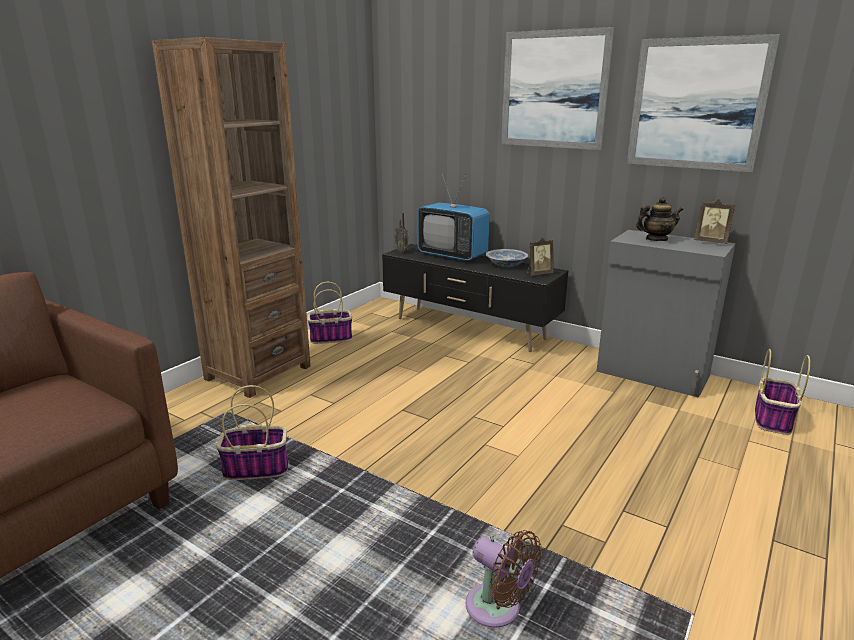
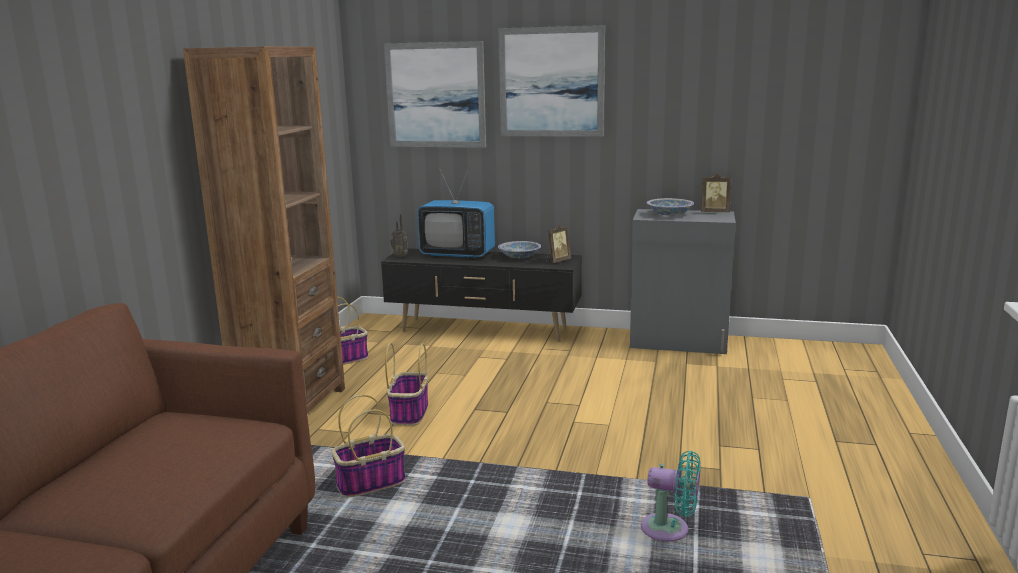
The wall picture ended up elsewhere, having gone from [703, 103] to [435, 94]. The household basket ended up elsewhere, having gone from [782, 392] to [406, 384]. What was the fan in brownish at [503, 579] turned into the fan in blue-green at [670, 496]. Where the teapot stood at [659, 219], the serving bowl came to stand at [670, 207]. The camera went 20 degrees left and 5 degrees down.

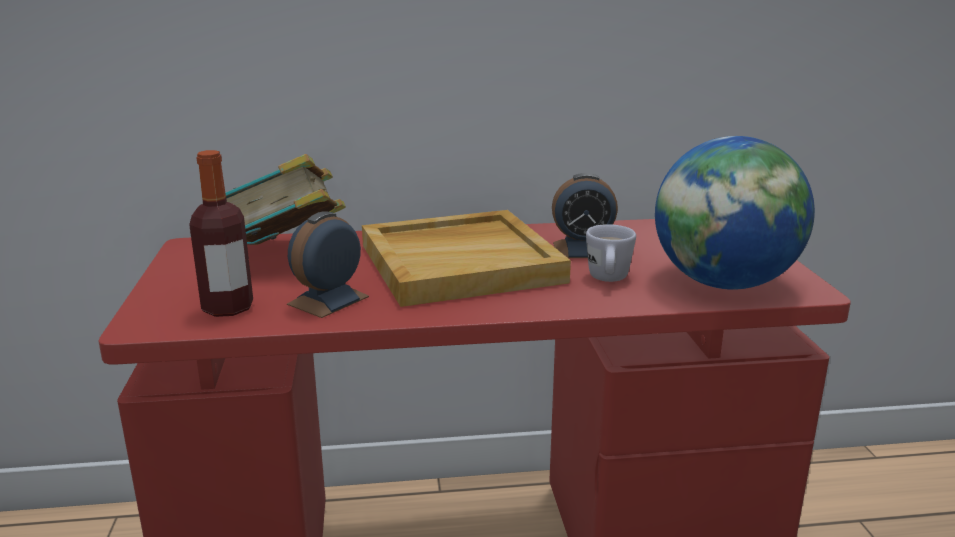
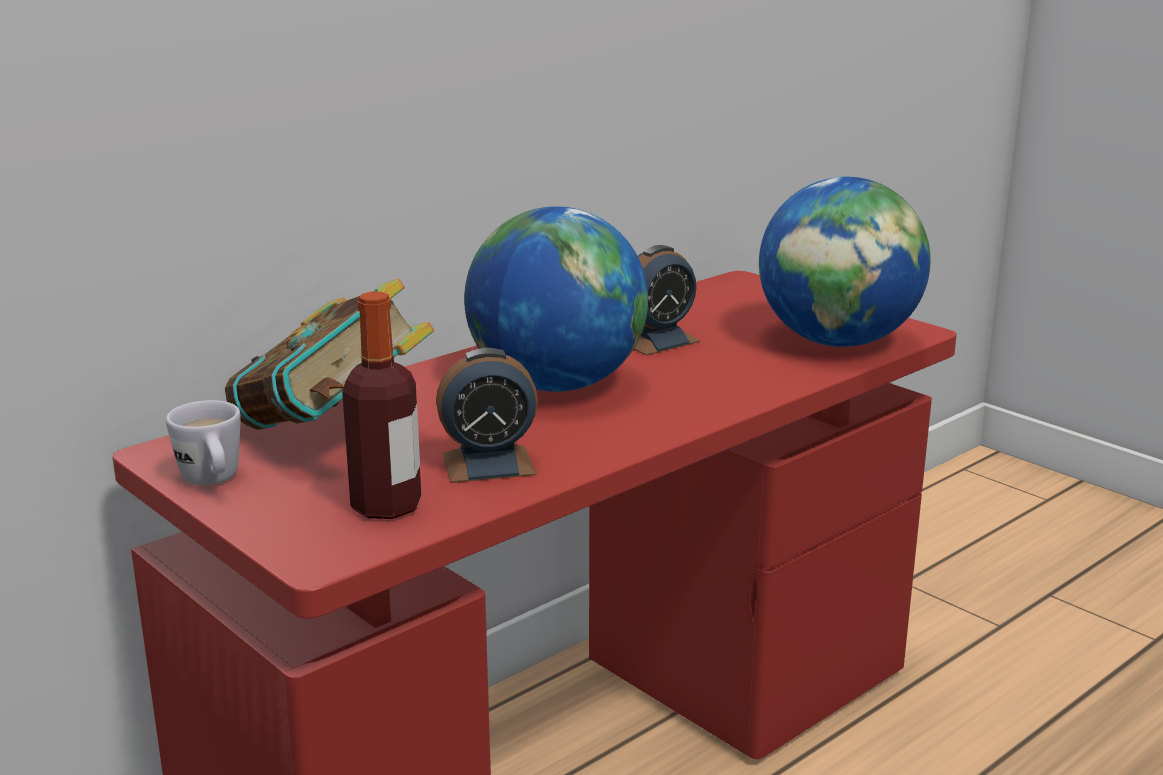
The tea mug in white-coloured ended up elsewhere, having gone from [611, 253] to [203, 442]. The alarm clock at [328, 264] ended up facing another way, 105 degrees counterclockwise from before. Where the tray in beige-coloured stood at [466, 258], the globe came to stand at [556, 299]. The camera went 35 degrees left and 0 degrees up.

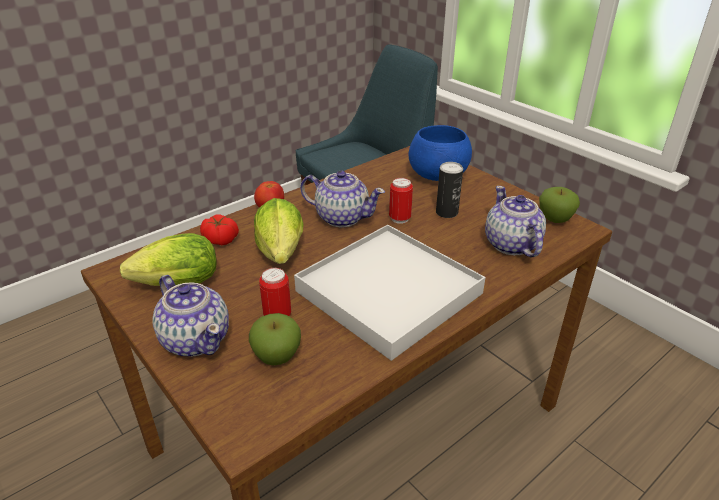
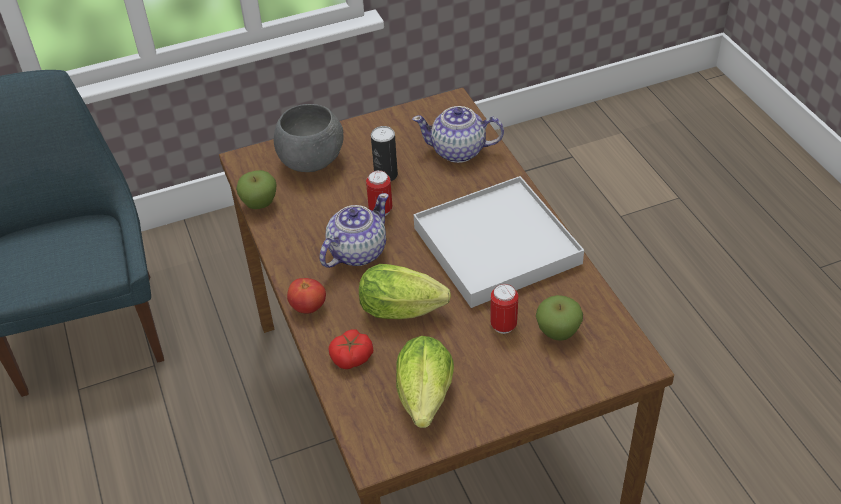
The apple fruit ended up elsewhere, having gone from [559, 205] to [256, 189]. What was the serving bowl in blue at [440, 153] turned into the serving bowl in gray at [309, 138]. The second view lost the teapot at [190, 316]. The camera went 70 degrees left and 10 degrees up.

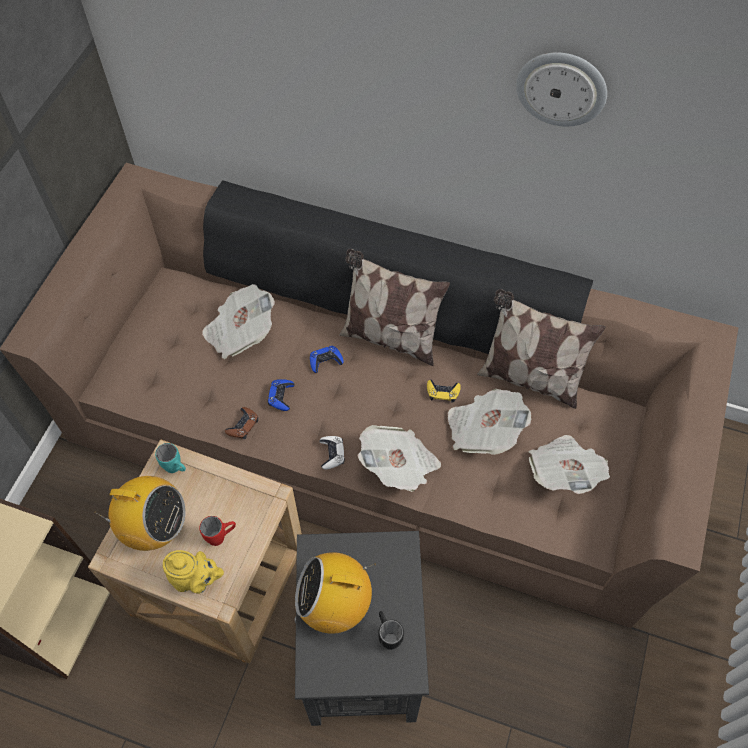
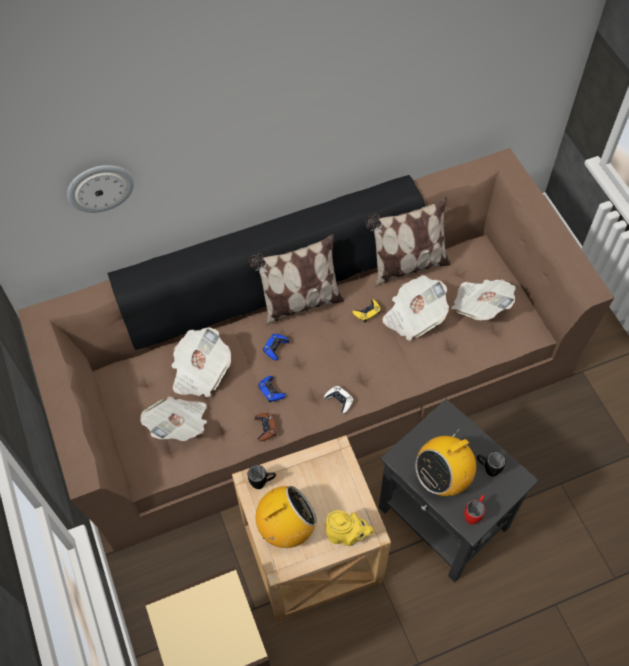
The wall clock ended up elsewhere, having gone from [561, 89] to [100, 189]. The daily paper ended up elsewhere, having gone from [399, 458] to [173, 419]. What was the tea mug in blue-green at [170, 458] turned into the tea mug in black-coloured at [262, 477]. The teapot in yellow at [193, 572] ended up facing another way, 45 degrees clockwise from before. The tea mug in red-coloured ended up elsewhere, having gone from [217, 531] to [474, 509]. The camera went 40 degrees left and 0 degrees up.

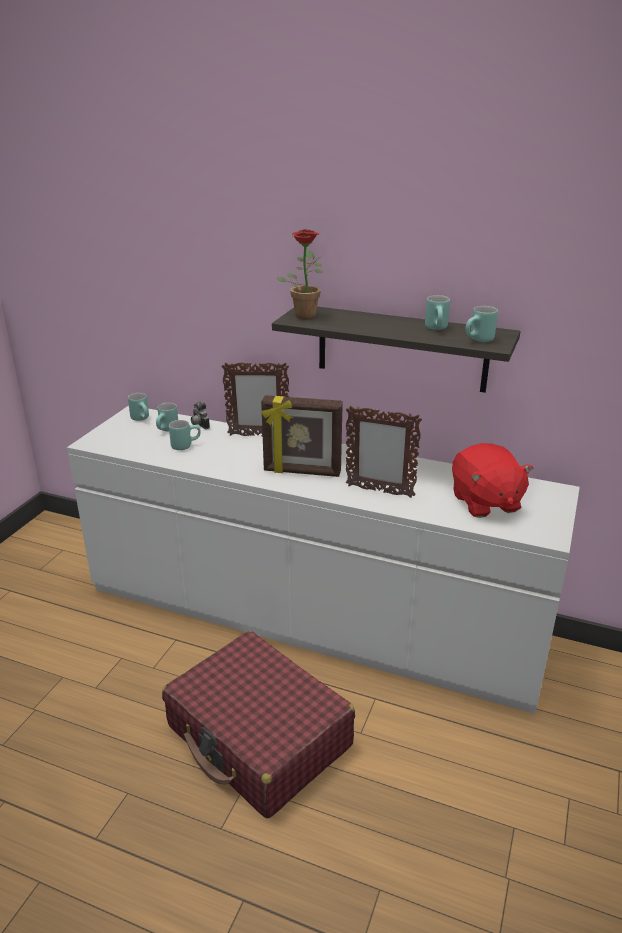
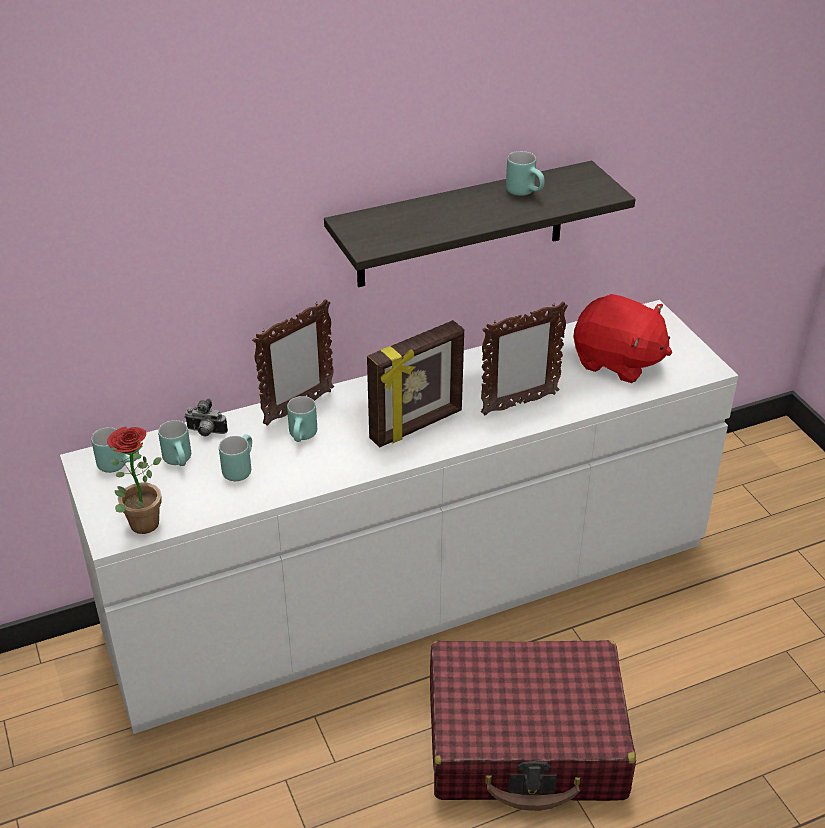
The houseplant ended up elsewhere, having gone from [300, 274] to [134, 480]. The tea mug in blue-green ended up elsewhere, having gone from [481, 324] to [302, 419]. The camera went 45 degrees left and 10 degrees up.

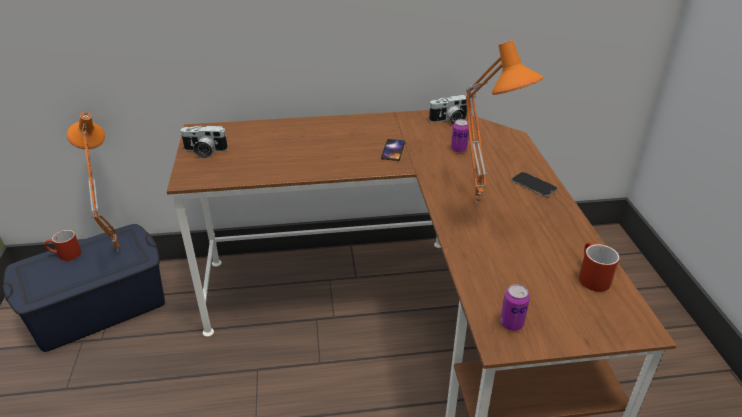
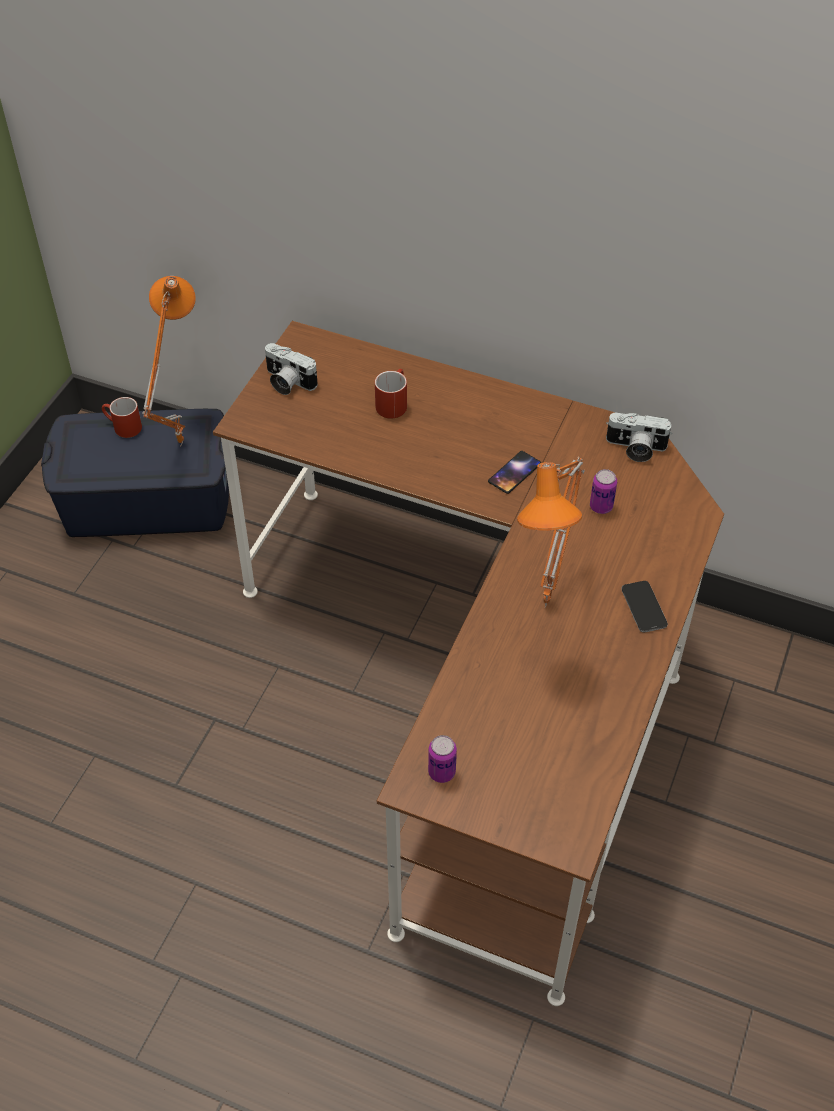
The tea mug in red-coloured ended up elsewhere, having gone from [599, 267] to [391, 394]. The camera went 30 degrees right and 15 degrees up.

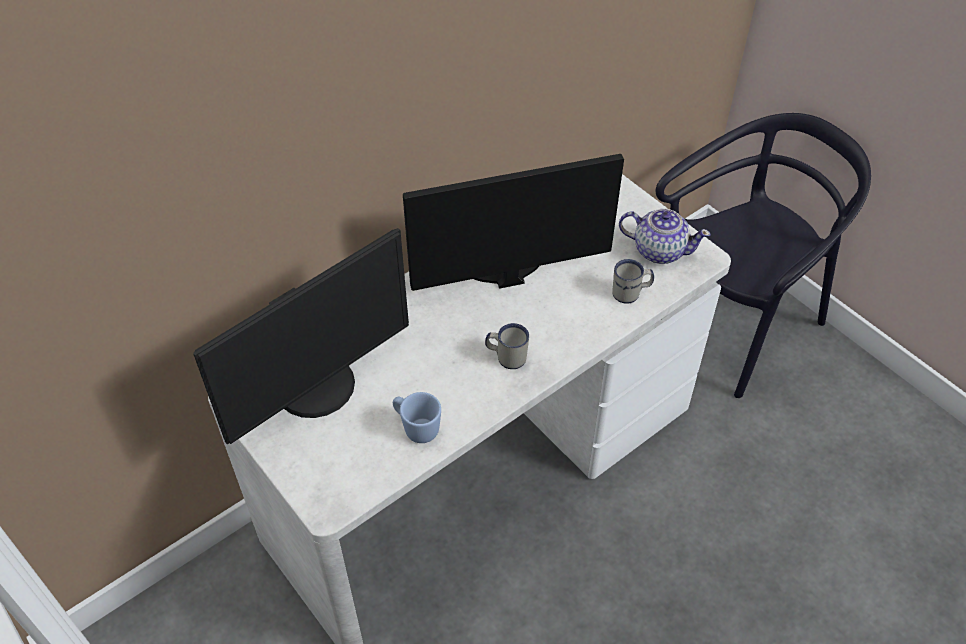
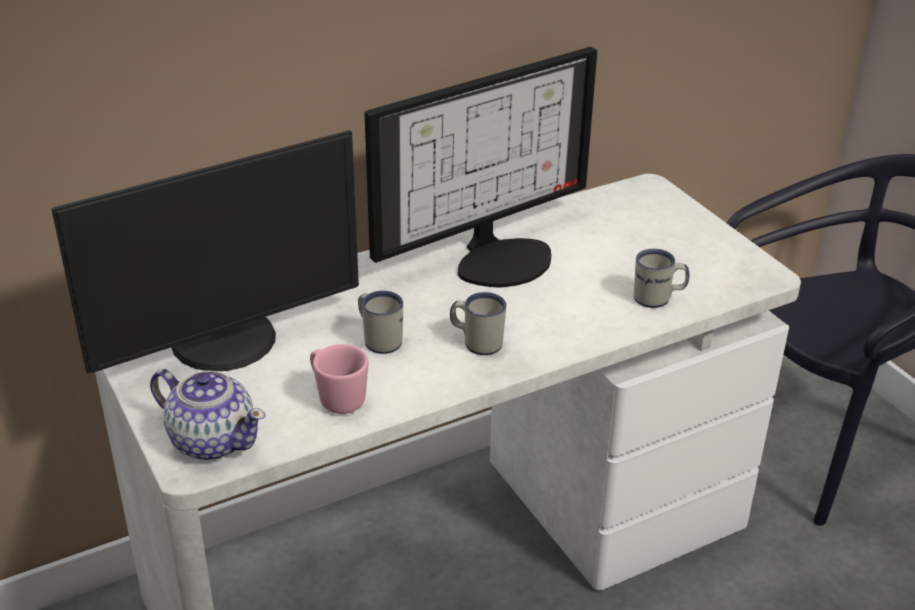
The teapot ended up elsewhere, having gone from [665, 236] to [208, 414]. What was the tea mug in blue at [417, 417] turned into the tea mug in pinkish at [339, 379]. The second view gained the tea mug in white-coloured at [380, 322]. The computer screen at [513, 222] ended up facing another way, 150 degrees clockwise from before. The camera went 10 degrees right and 15 degrees down.

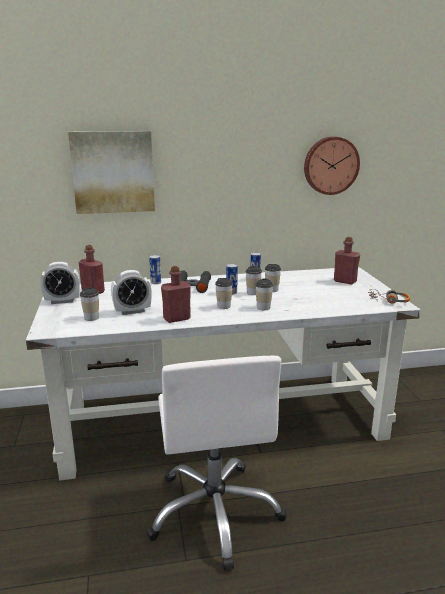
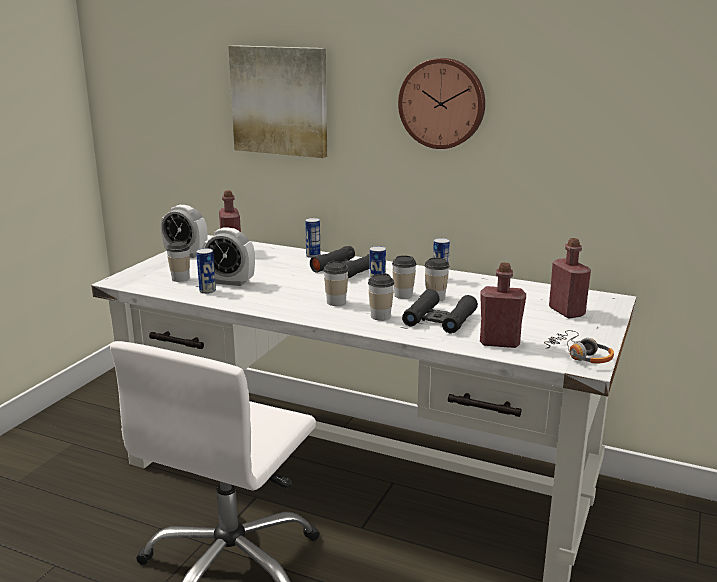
The second view gained the can at [206, 271]. The wall clock ended up elsewhere, having gone from [332, 165] to [441, 103]. The second view gained the pair of binoculars in black-coloured at [440, 311]. The drink bottle in red-coloured ended up elsewhere, having gone from [176, 294] to [503, 305]. The camera went 35 degrees right and 0 degrees up.

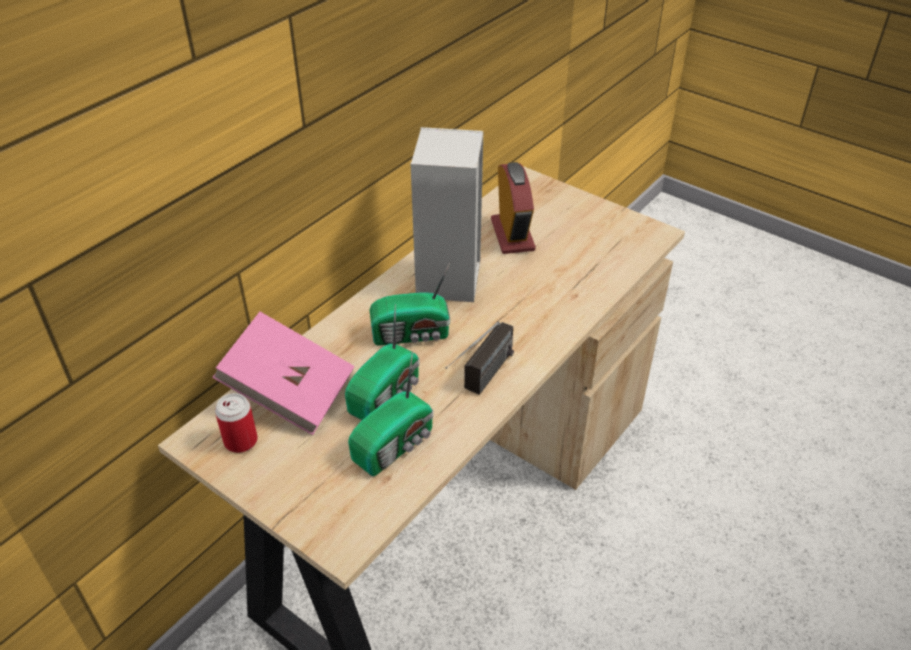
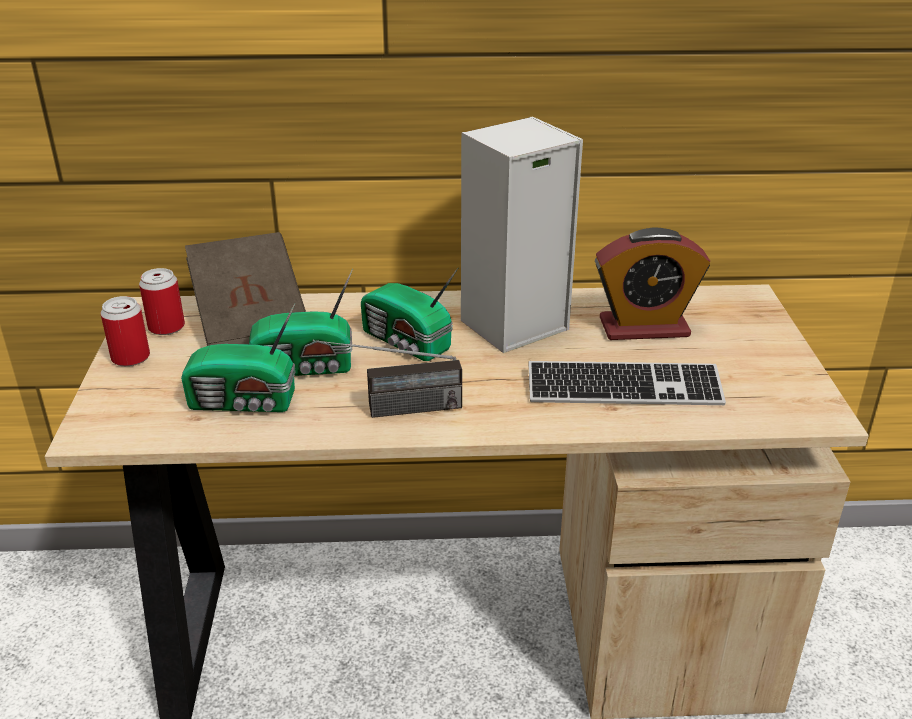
The second view gained the can at [125, 331]. What was the bound book in pinkish at [283, 373] turned into the bound book in brownish at [245, 289]. The second view gained the keyboard at [627, 383]. The alarm clock at [513, 208] ended up facing another way, 45 degrees clockwise from before. The camera went 50 degrees right and 10 degrees down.

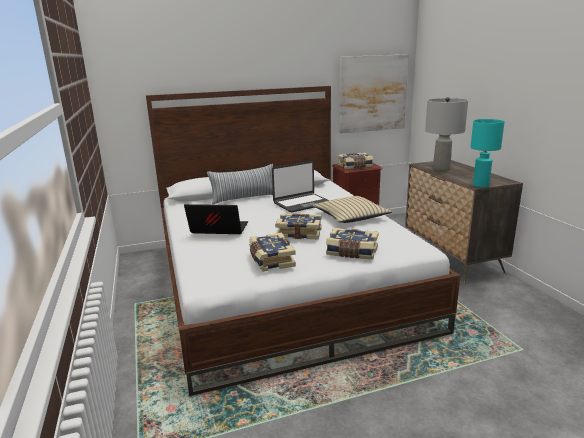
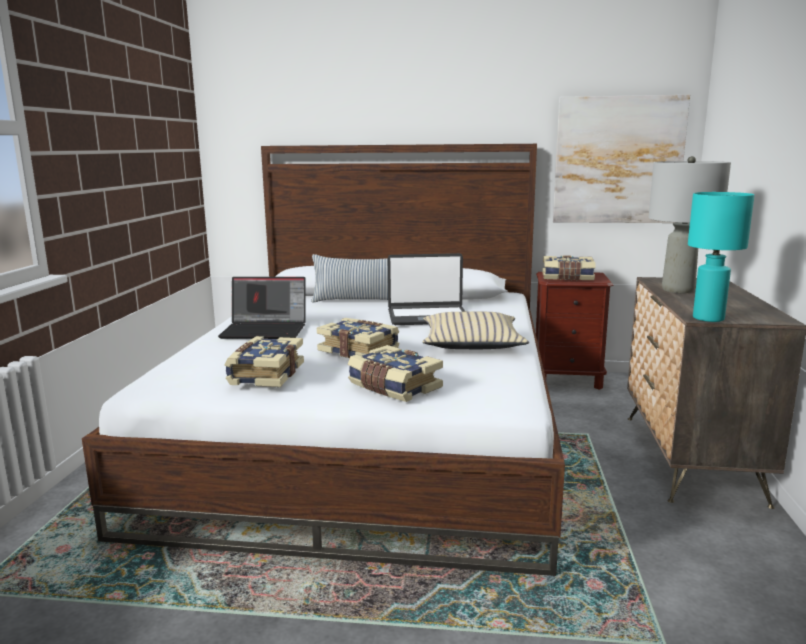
The notebook computer at [216, 219] ended up facing another way, 150 degrees clockwise from before. The camera went 25 degrees right and 5 degrees down.

